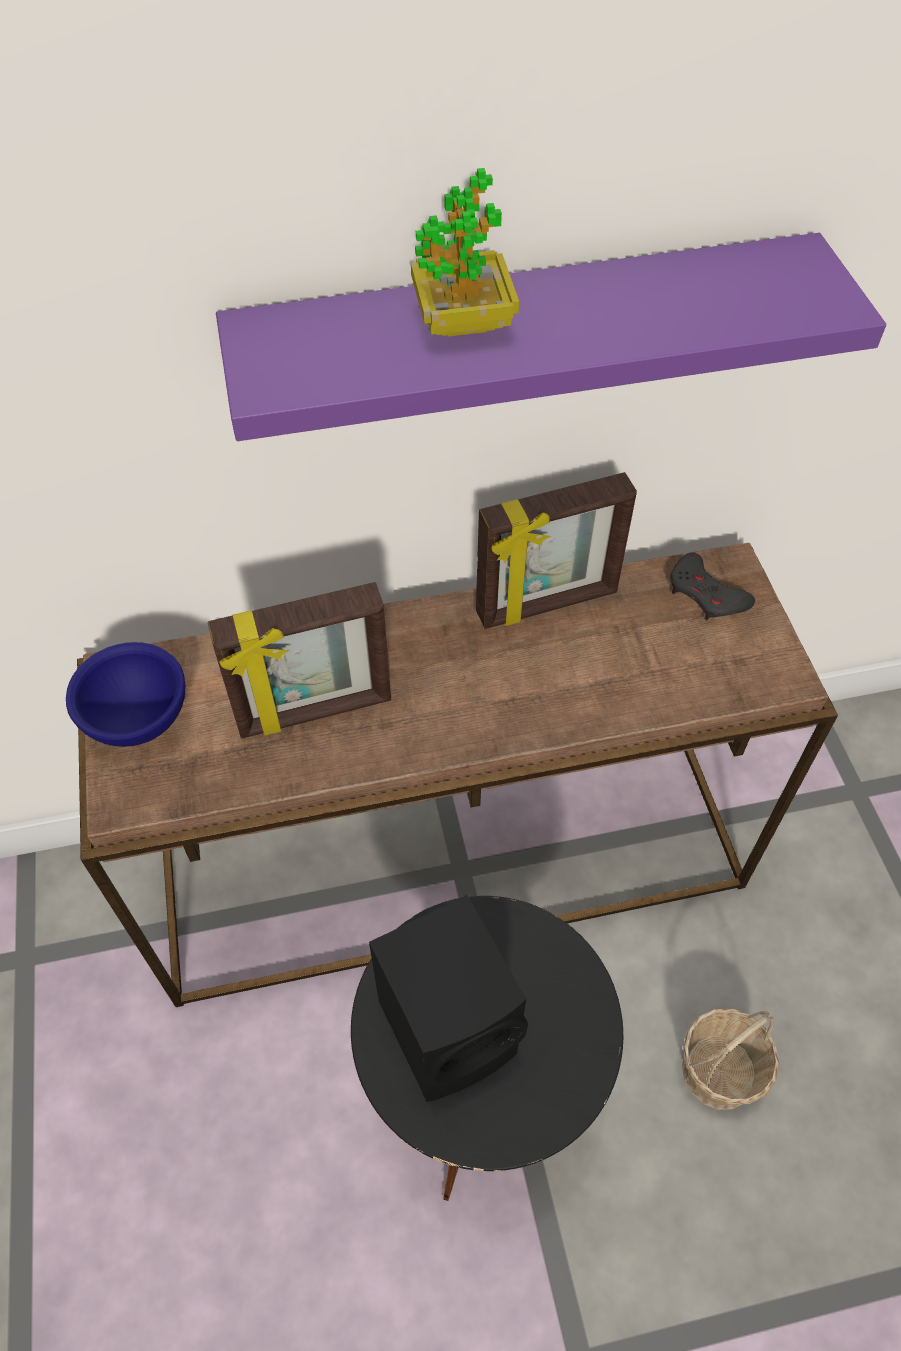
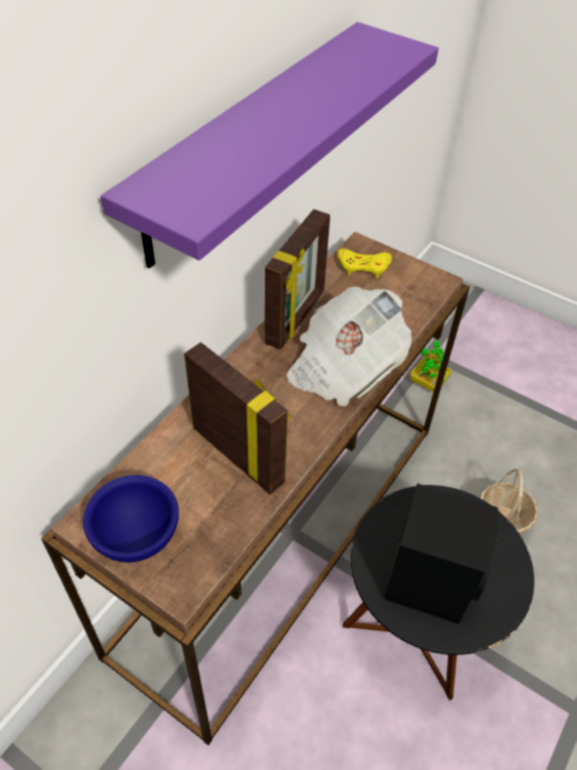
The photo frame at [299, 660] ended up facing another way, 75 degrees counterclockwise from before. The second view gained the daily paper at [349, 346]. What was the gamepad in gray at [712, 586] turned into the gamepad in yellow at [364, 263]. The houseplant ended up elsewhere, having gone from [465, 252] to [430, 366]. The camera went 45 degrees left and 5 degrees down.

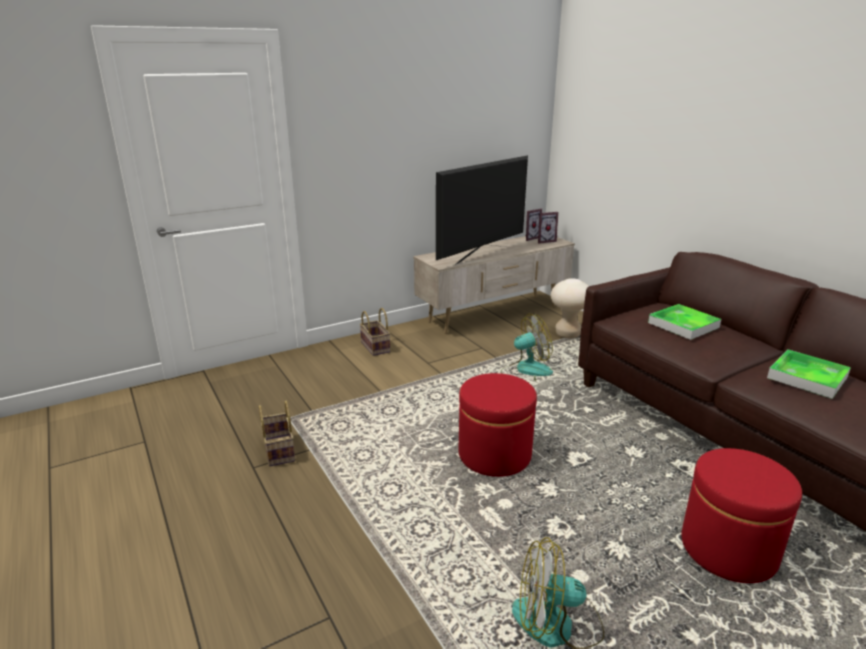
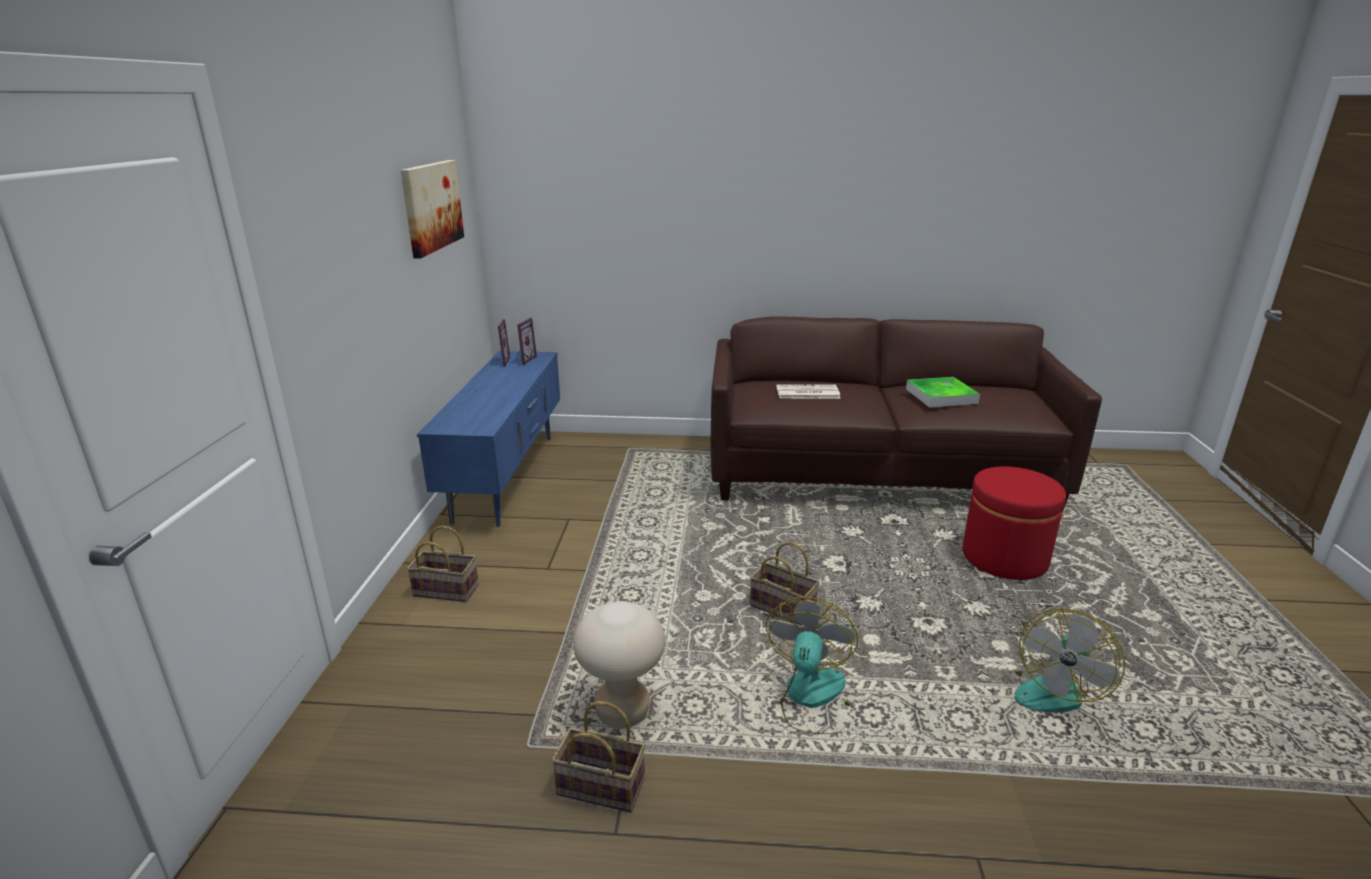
The second view gained the wall picture at [432, 209]. What was the media console in beige-coloured at [494, 285] turned into the media console in blue at [488, 439]. The stool in beige-coloured ended up elsewhere, having gone from [570, 308] to [619, 665]. Where the pouffe in red-coloured stood at [498, 425], the household basket came to stand at [784, 584]. The fan ended up elsewhere, having gone from [527, 347] to [812, 665]. Where the tray stood at [684, 322], the daily paper came to stand at [808, 391]. The second view lost the TV at [482, 210]. The camera went 55 degrees left and 0 degrees up.

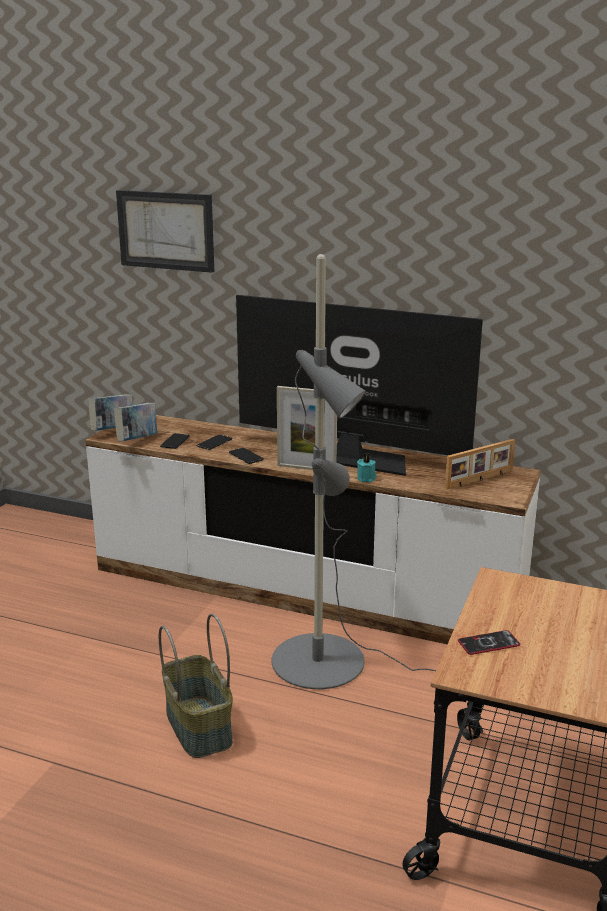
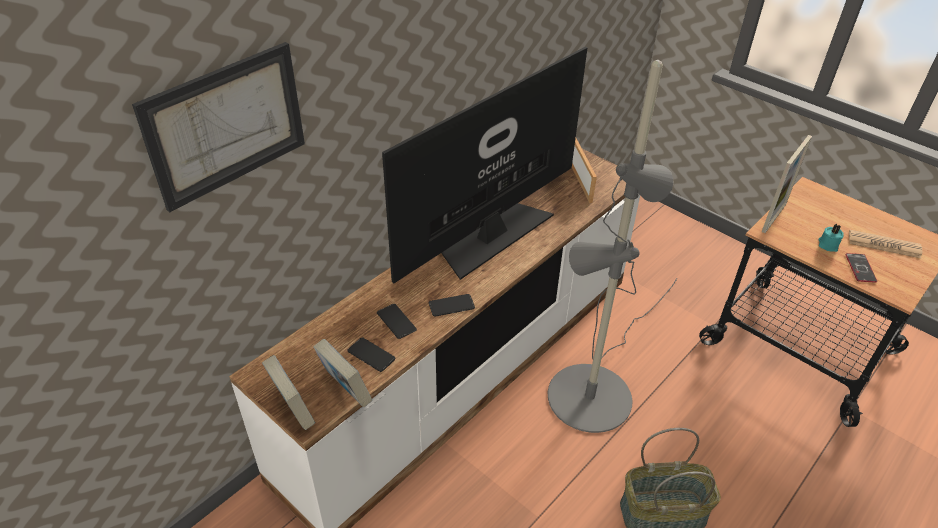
The photo frame ended up elsewhere, having gone from [307, 428] to [787, 184]. The wax light in blue-green ended up elsewhere, having gone from [366, 467] to [831, 238]. The second view gained the daily paper at [885, 244]. The camera went 70 degrees left and 20 degrees up.

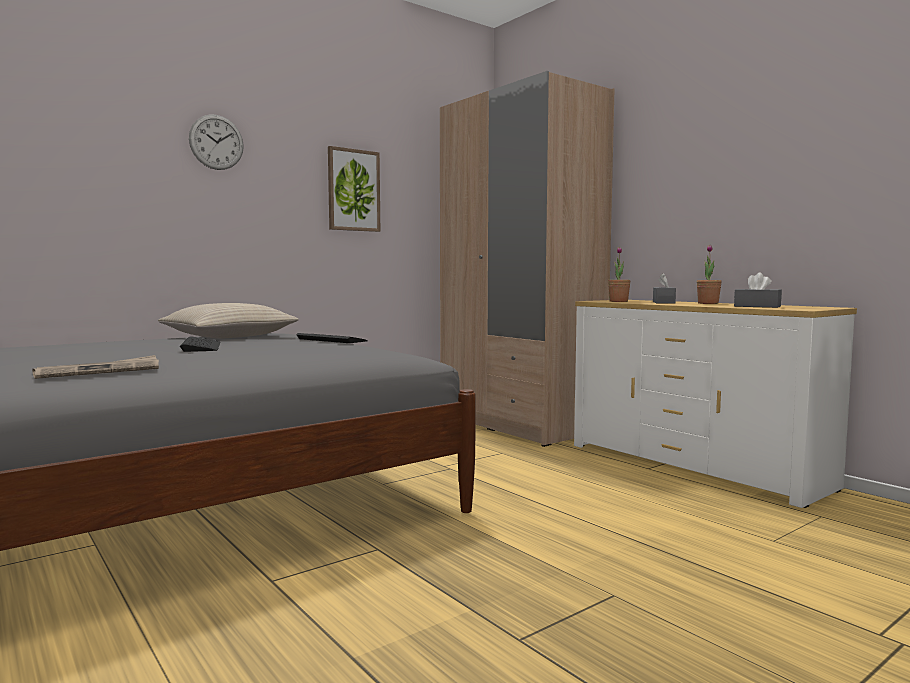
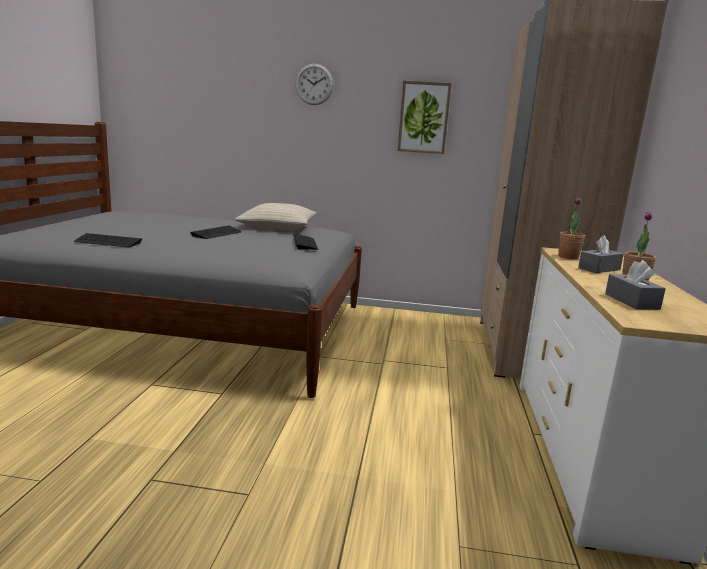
Where the daily paper stood at [95, 367], the keyboard came to stand at [108, 240]. The camera went 45 degrees right and 10 degrees up.

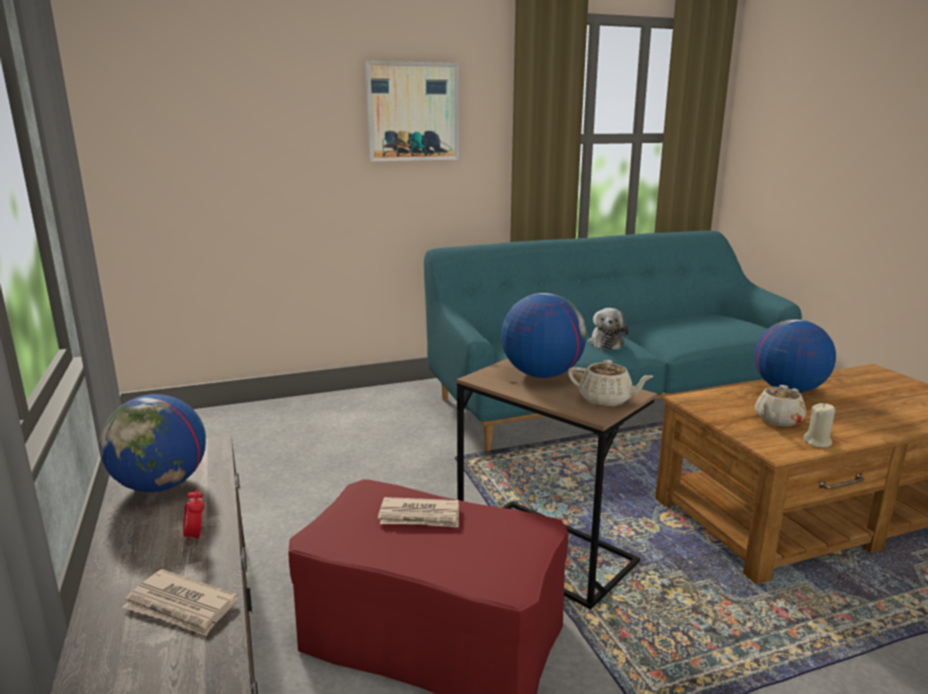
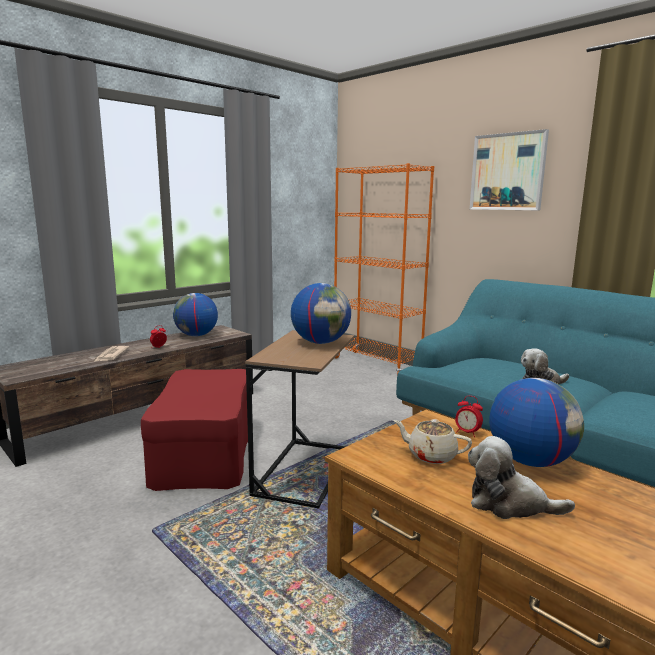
The second view gained the shelving unit in orange-coloured at [384, 269]. The second view gained the alarm clock at [469, 416]. The second view gained the soft toy at [521, 477]. The second view lost the daily paper at [418, 512]. The second view lost the teapot in beige-coloured at [611, 383]. The second view lost the wax light in beige-coloured at [819, 425]. The camera went 65 degrees right and 5 degrees down.

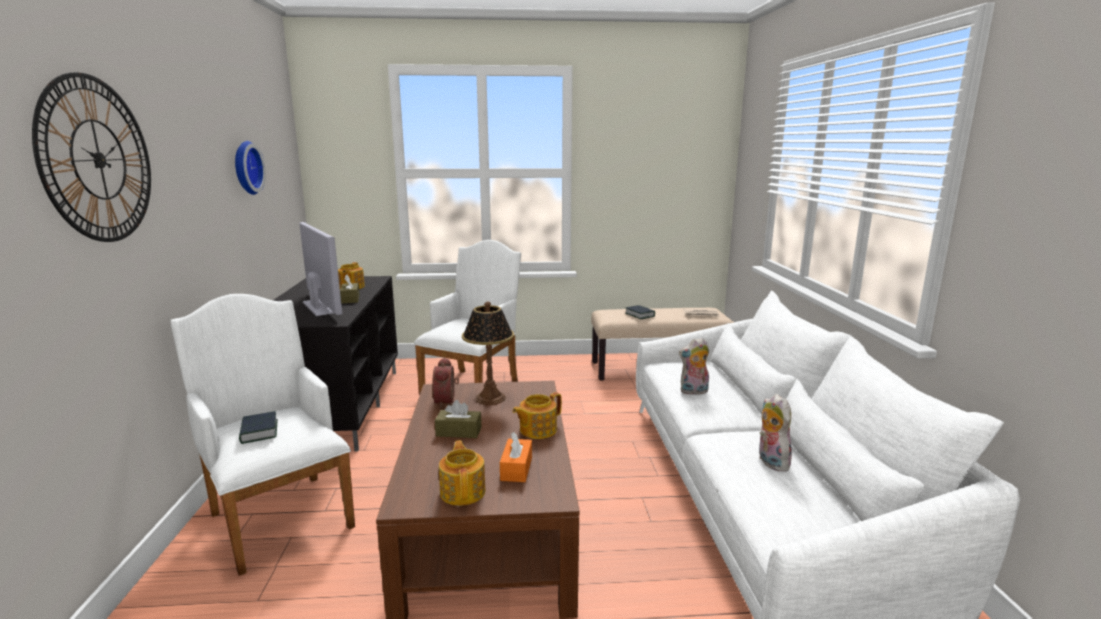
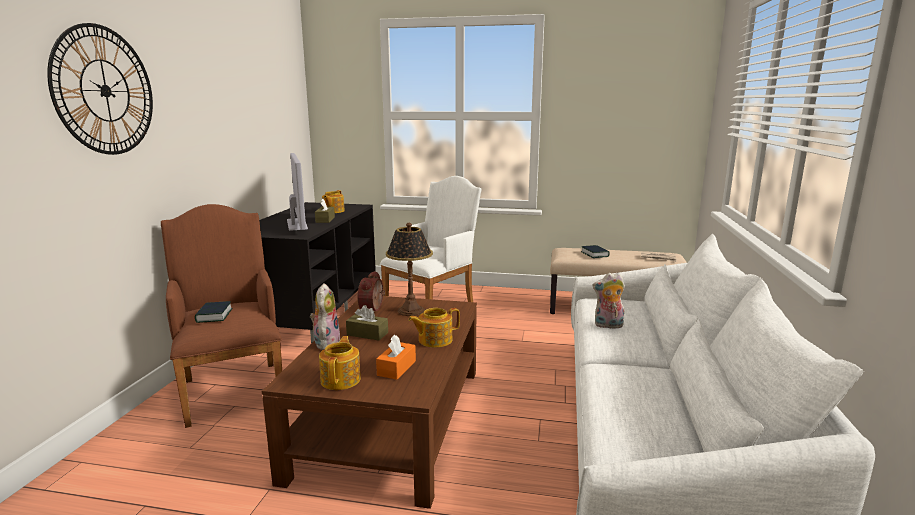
What was the lounge chair in white-coloured at [262, 435] turned into the lounge chair in brownish at [221, 316]. The soft toy ended up elsewhere, having gone from [776, 433] to [325, 316]. The second view lost the wall clock at [250, 168]. The camera went 15 degrees right and 0 degrees up.

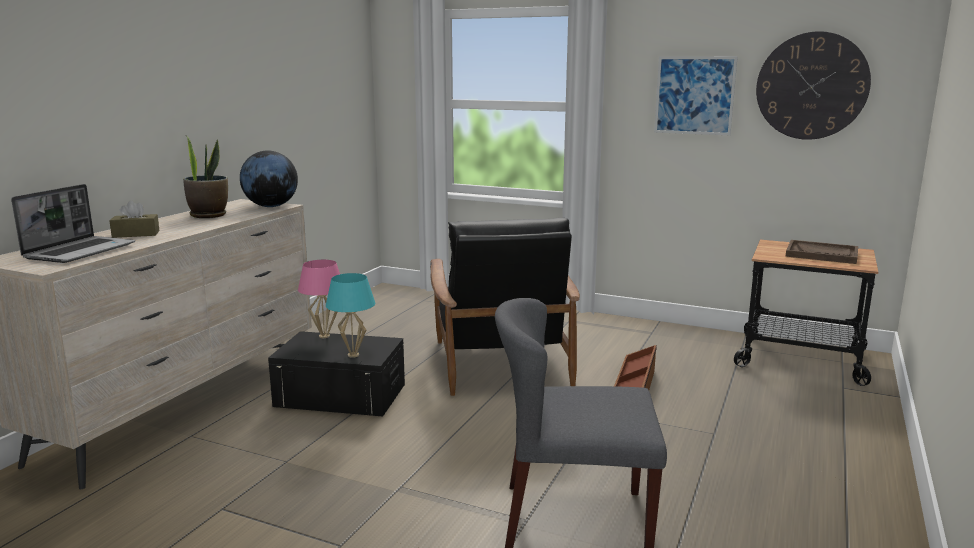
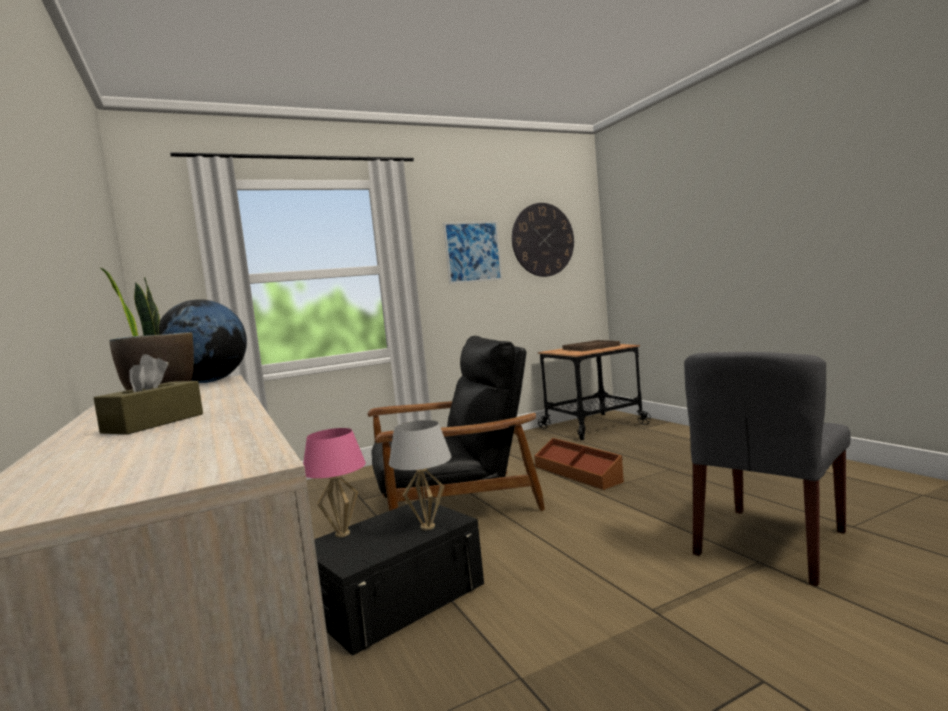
The lounge chair in black-coloured at [505, 307] ended up facing another way, 45 degrees counterclockwise from before. What was the lamp for a table in blue-green at [350, 315] turned into the lamp for a table in white-coloured at [420, 475]. The second view lost the notebook computer at [73, 223]. The camera went 50 degrees left and 10 degrees down.

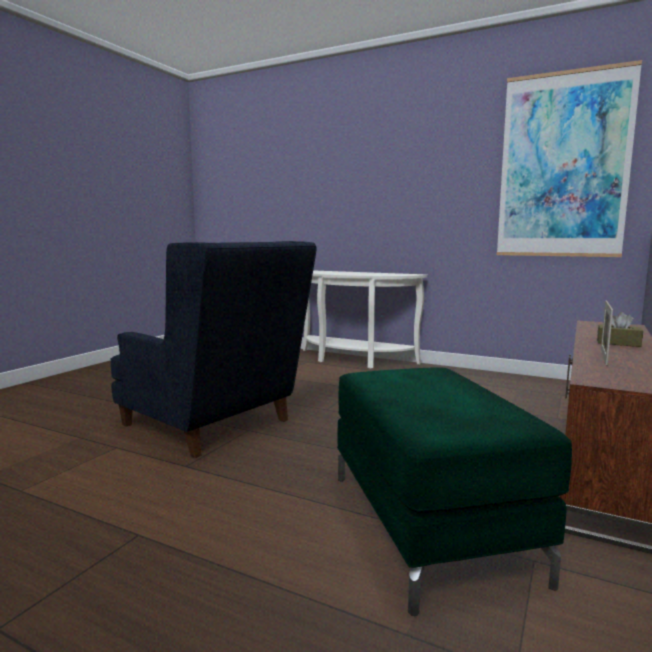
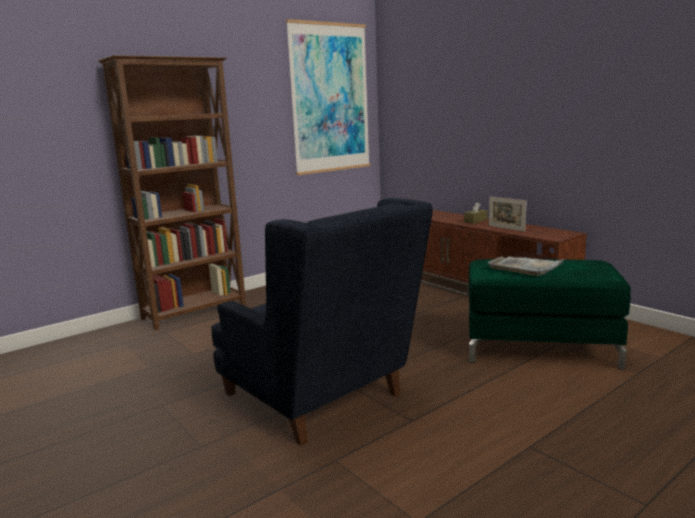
Where the narrow table in white-coloured stood at [365, 319], the shelving unit in brownish came to stand at [172, 192]. The lounge chair in blue at [213, 349] ended up facing another way, 75 degrees clockwise from before. The second view gained the tray in gray at [526, 266]. The camera went 65 degrees left and 5 degrees up.

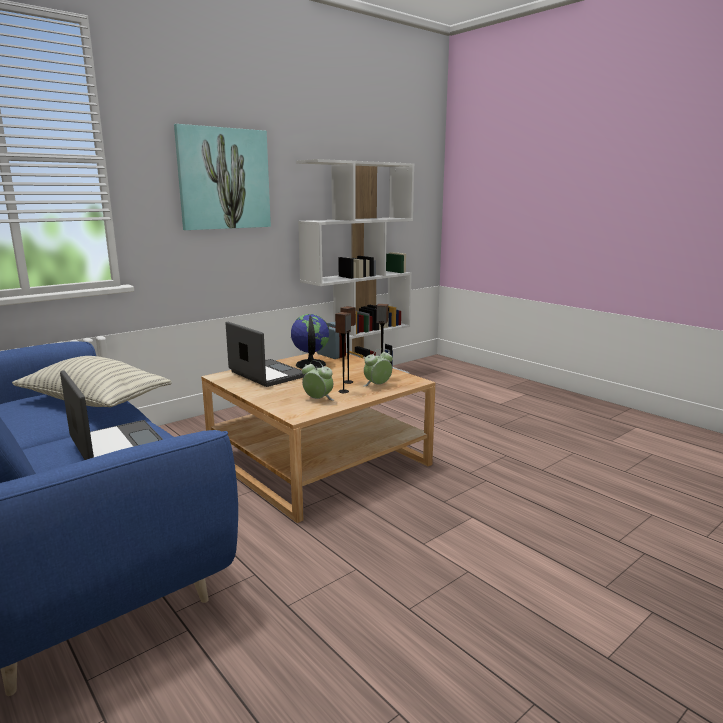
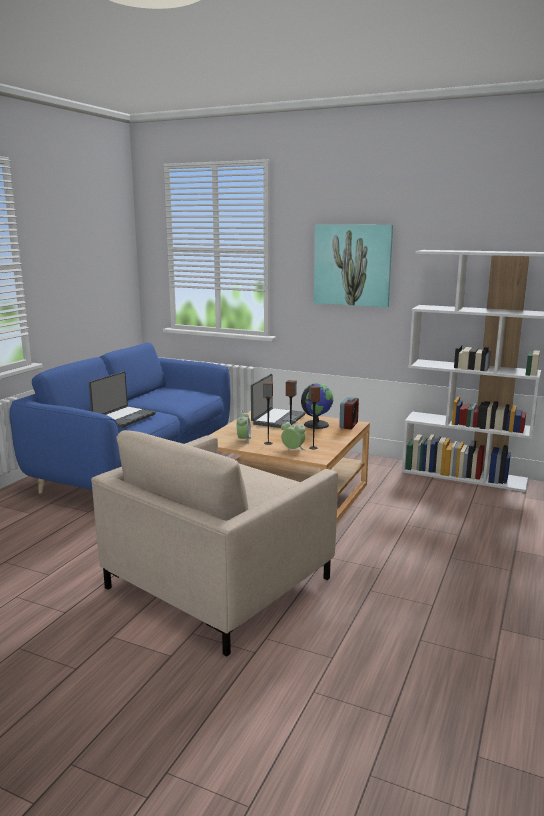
The second view gained the lounge chair in beige-coloured at [214, 543]. The second view lost the pillow at [92, 381]. The camera went 65 degrees right and 0 degrees up.

